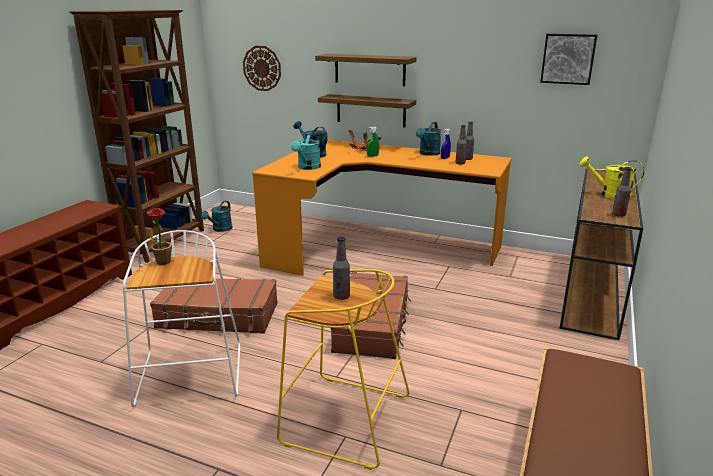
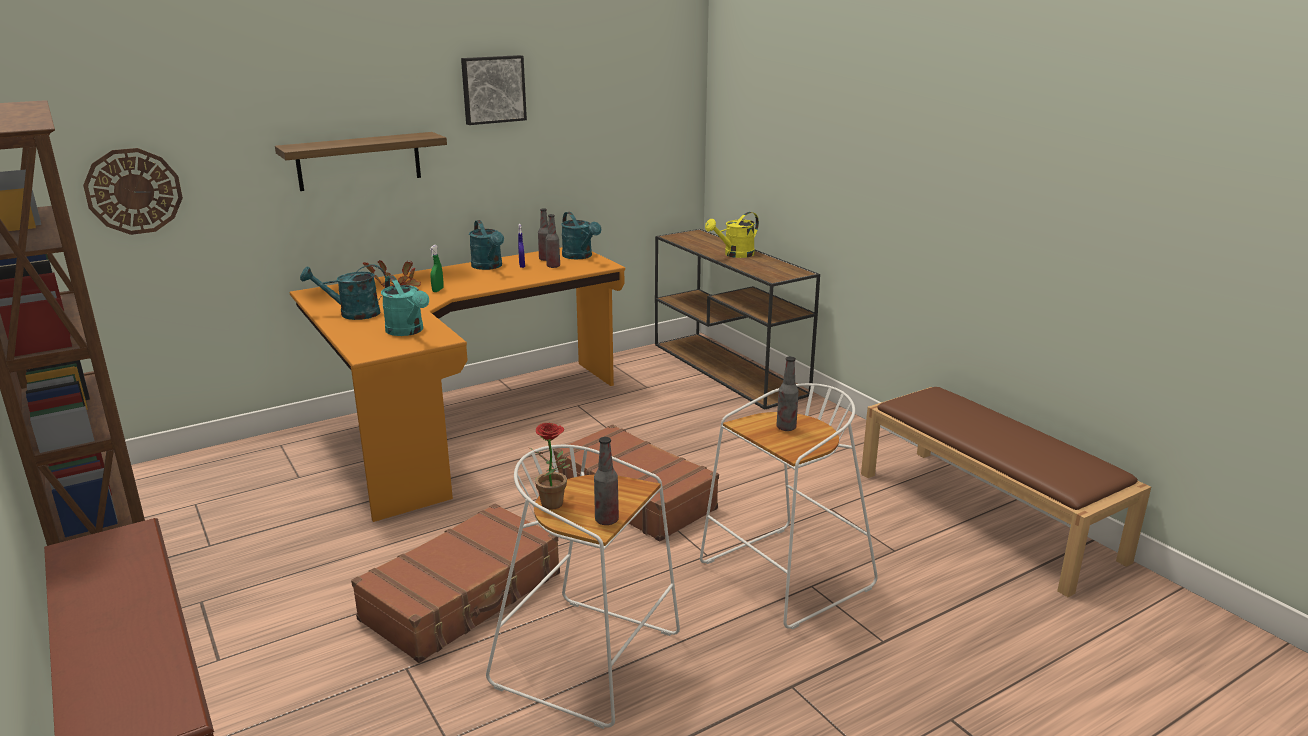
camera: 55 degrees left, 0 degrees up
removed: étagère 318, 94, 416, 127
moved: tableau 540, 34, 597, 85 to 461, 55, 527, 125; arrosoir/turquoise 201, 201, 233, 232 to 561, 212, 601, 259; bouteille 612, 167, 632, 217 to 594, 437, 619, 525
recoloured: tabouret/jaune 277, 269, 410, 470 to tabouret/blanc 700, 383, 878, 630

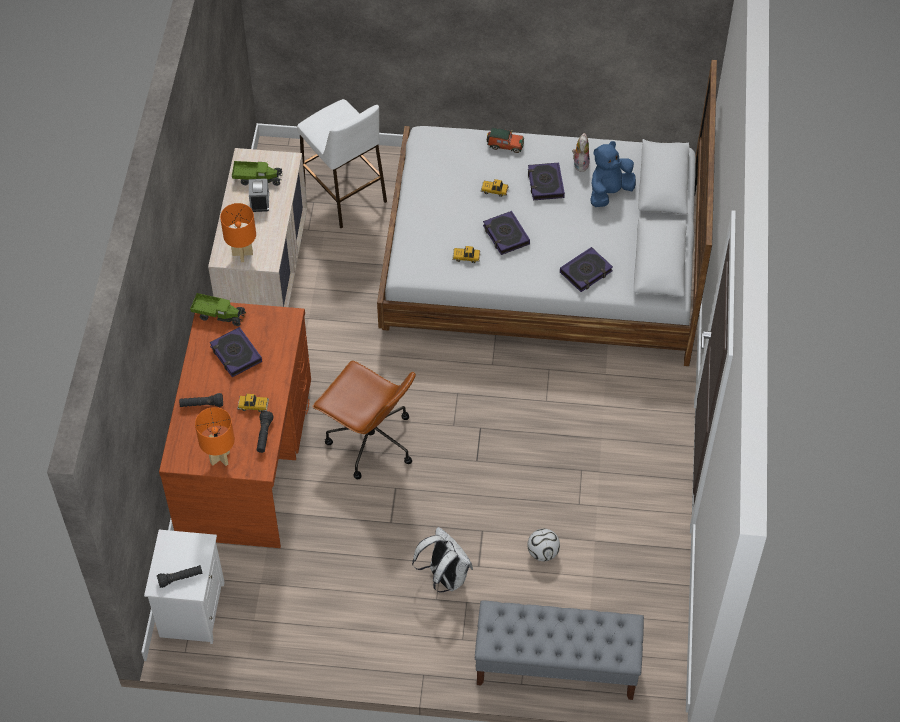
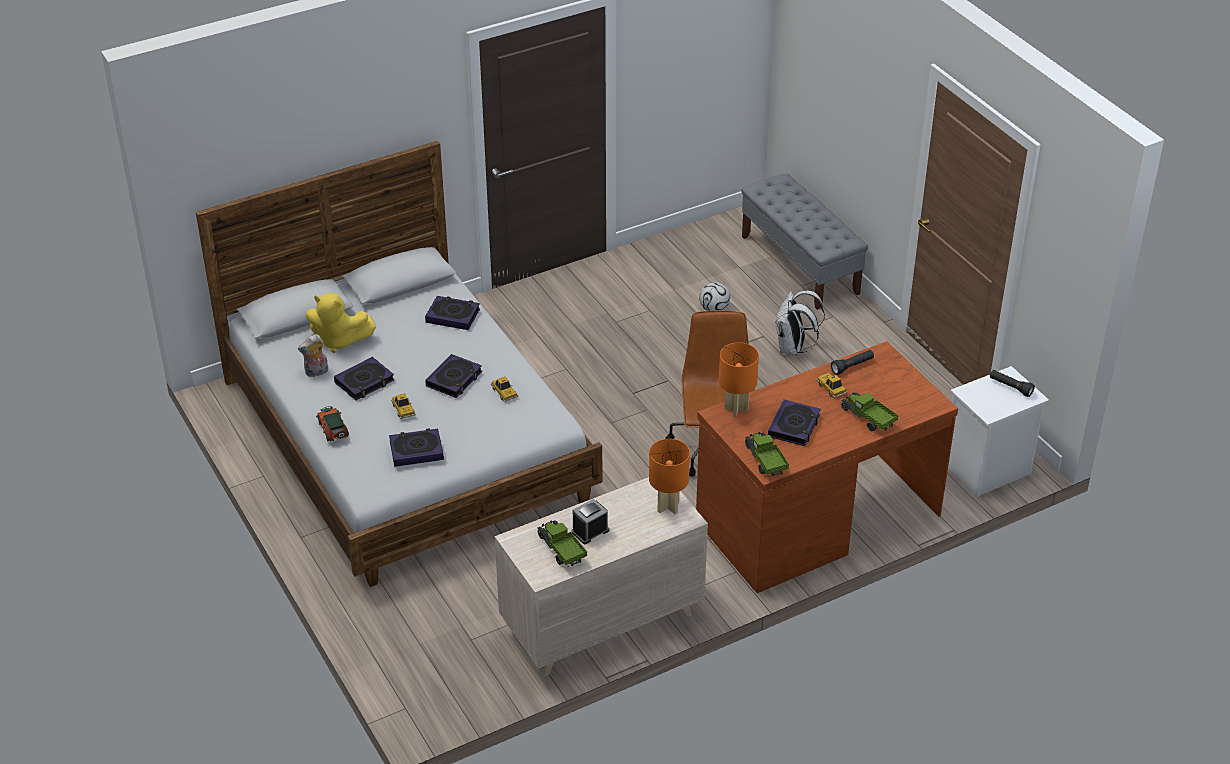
camera: 125 degrees left, 15 degrees down
removed: tabouret/blanc 297, 99, 387, 228
added: livre 389, 428, 444, 467
moved: lampe de table/orange 195, 407, 235, 466 to 719, 342, 759, 417
replaced: lampe de poche/noir 179, 393, 223, 407 to camion jouet 841, 393, 898, 431
recoloured: peluche/bleu 590, 141, 636, 207 to peluche/jaune 306, 293, 376, 353

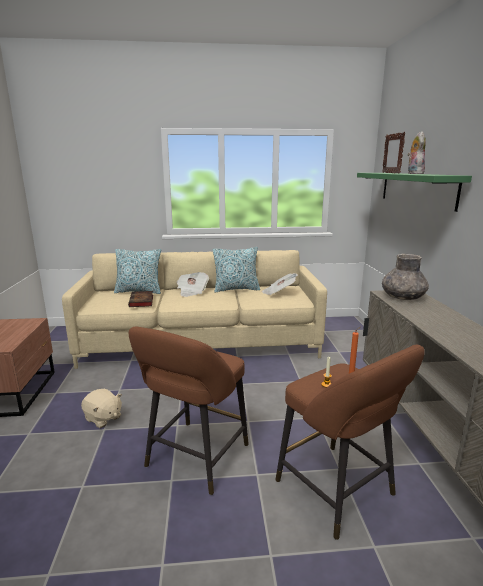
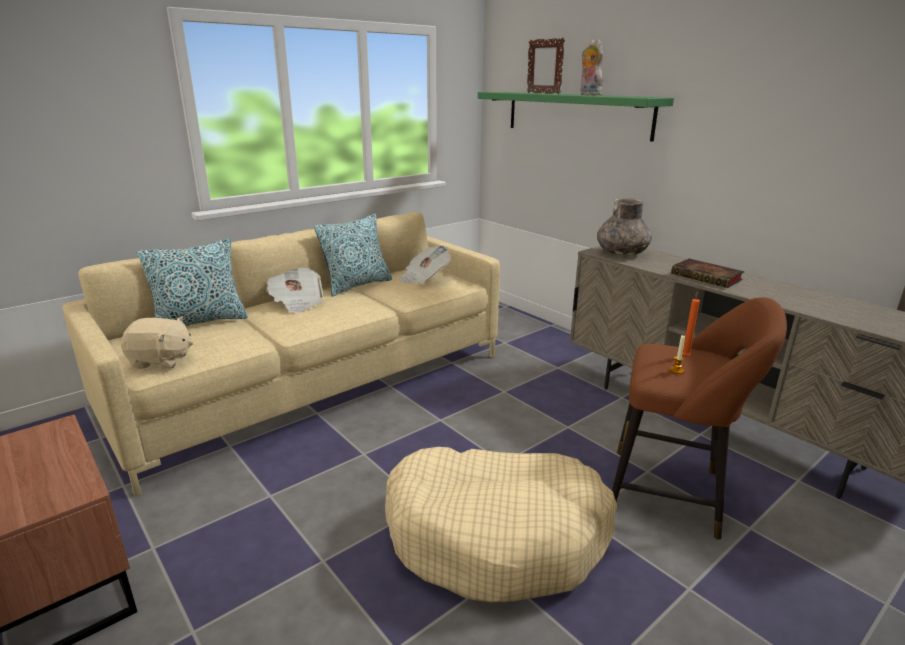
camera: 35 degrees left, 5 degrees up
moved: peluche/beige 81, 389, 122, 428 to 121, 317, 193, 369; livre 128, 291, 153, 307 to 671, 259, 745, 288
replaced: tabouret/marron 129, 327, 249, 495 to panier pour chien/beige 385, 447, 617, 602

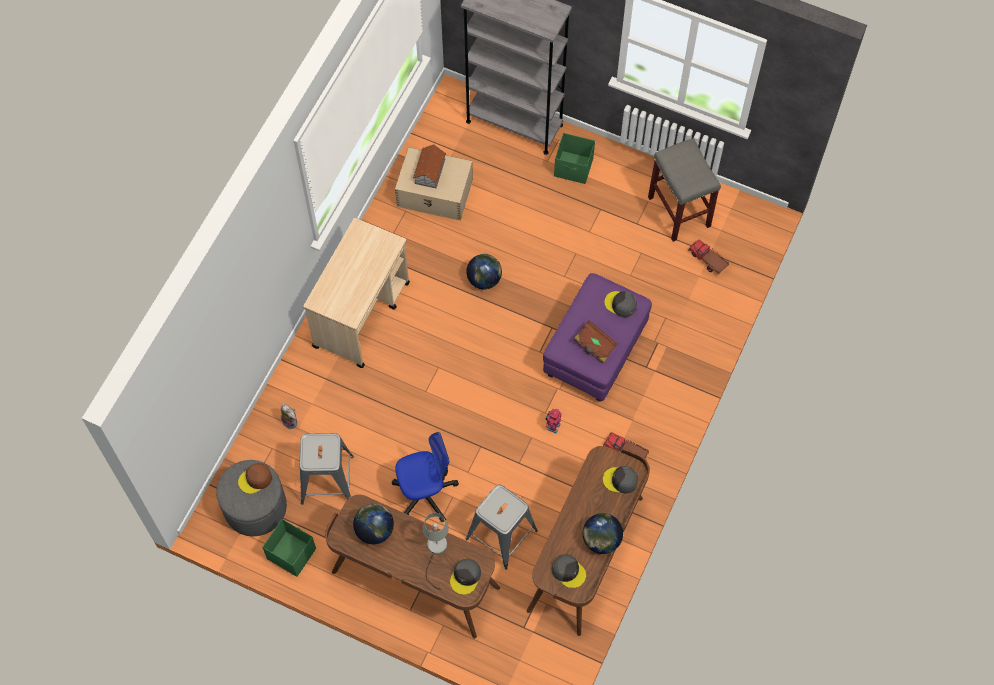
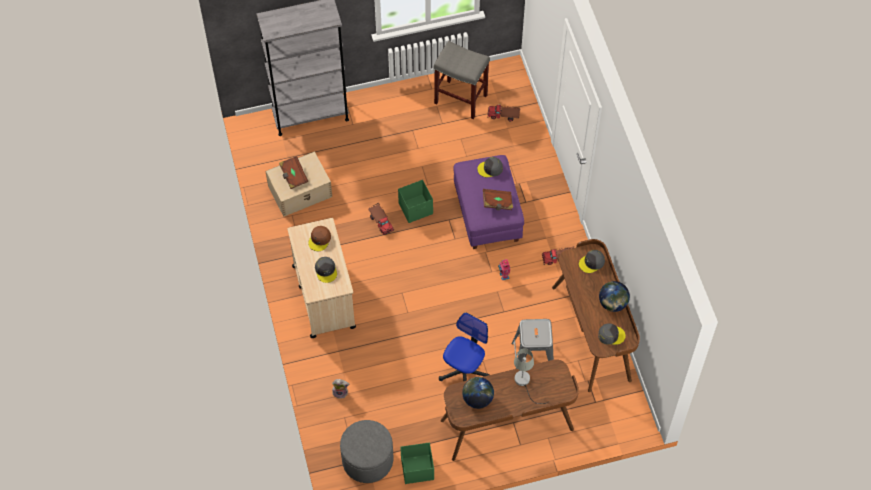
camera: 40 degrees left, 5 degrees down
removed: tabouret/gris 300, 433, 354, 505
moved: casquette/marron 238, 463, 272, 494 to 308, 226, 331, 251; casquette/gris 450, 558, 481, 595 to 315, 257, 337, 283; boîte de rangement/vert 554, 133, 595, 184 to 398, 180, 433, 223
replaced: maison miniature 413, 144, 446, 188 to livre/marron 279, 156, 308, 189; globe 467, 254, 502, 290 to camion jouet 368, 203, 394, 235

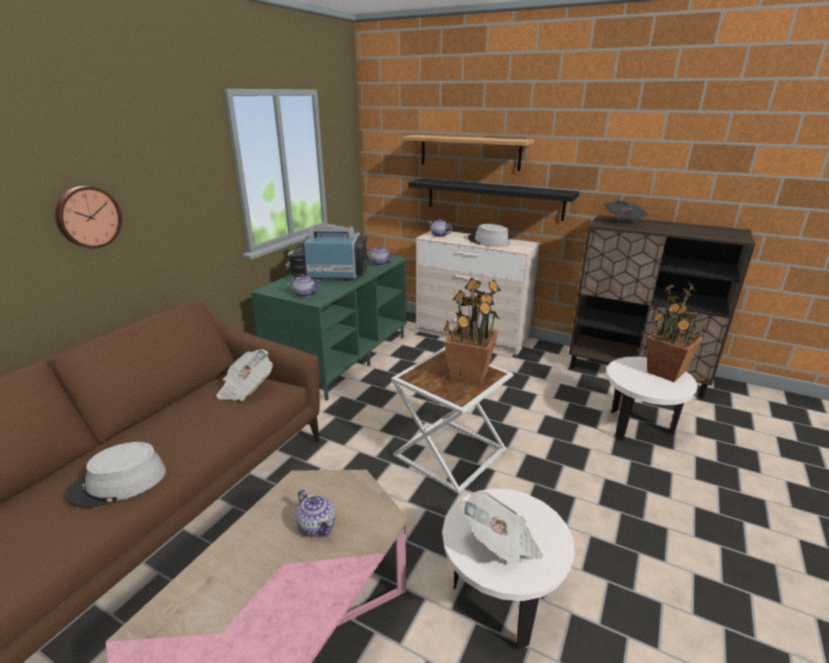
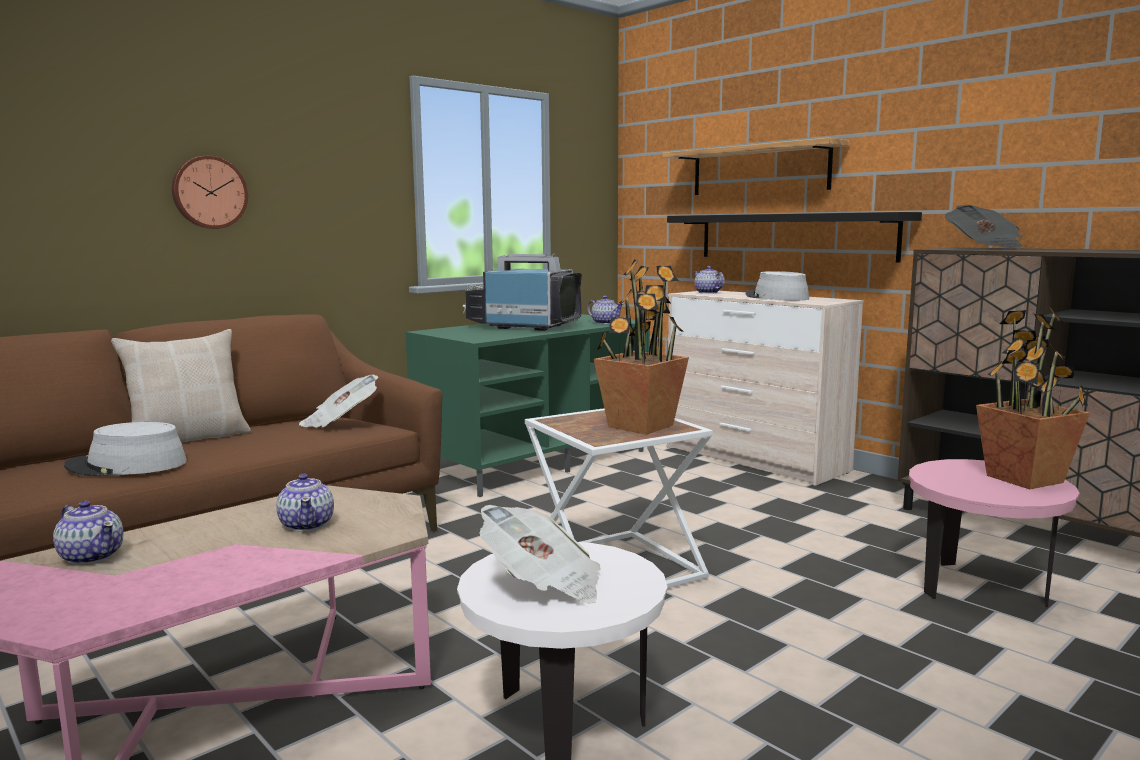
camera: 20 degrees right, 15 degrees down
added: coussin/beige 111, 329, 251, 442
moved: théière 287, 274, 320, 298 to 53, 501, 123, 565
recoloured: table d'appoint/blanc 607, 356, 698, 442 to table d'appoint/rose 909, 459, 1080, 607

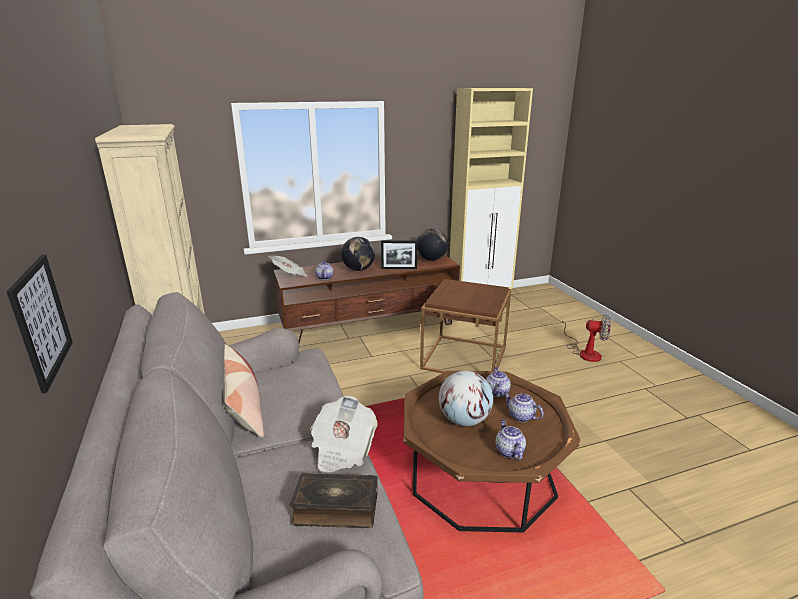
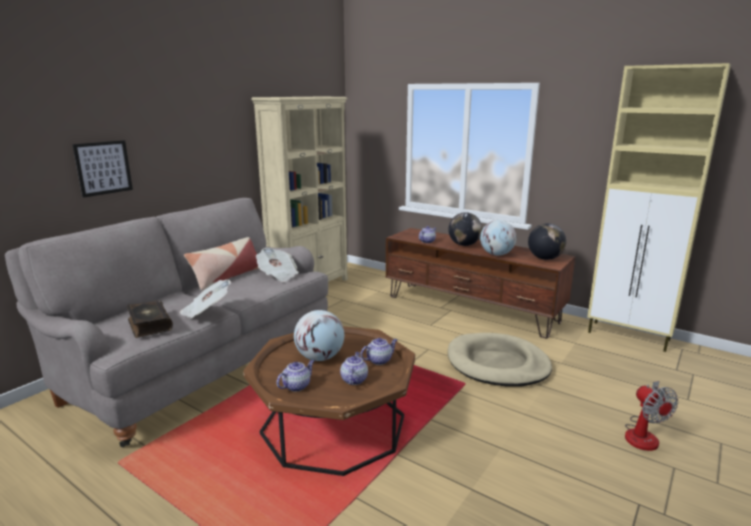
camera: 55 degrees right, 5 degrees down
moved: journal 268, 256, 307, 276 to 256, 248, 299, 282
replaced: table d'appoint/marron 420, 279, 511, 373 to panier pour chien/beige 448, 333, 552, 387; cadre photo 381, 241, 417, 269 to globe 480, 220, 517, 256

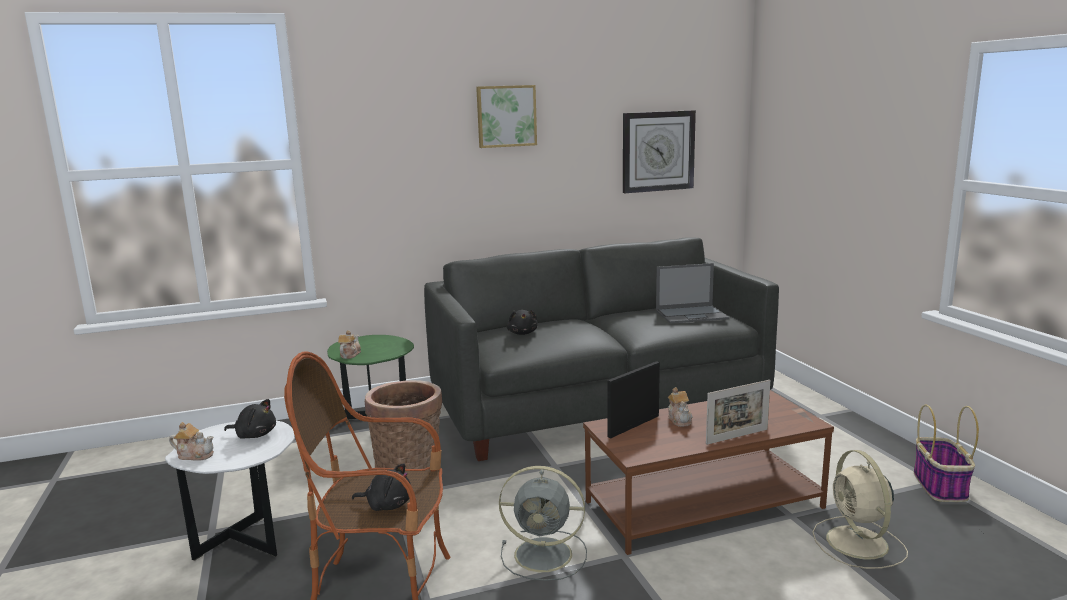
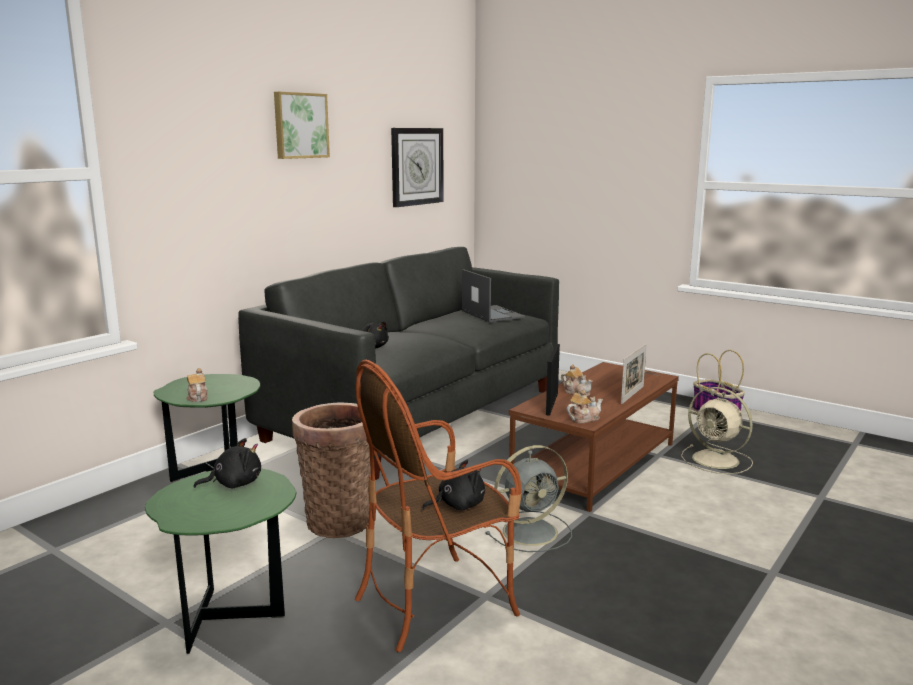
camera: 35 degrees left, 0 degrees up
moved: théière 169, 422, 214, 461 to 566, 390, 603, 423
recoloured: table d'appoint/blanc 165, 421, 295, 561 to table d'appoint/vert 145, 468, 297, 654
turned: ordinateur portable 656, 263, 729, 324 = 462, 269, 525, 322 75 degrees counterclockwise

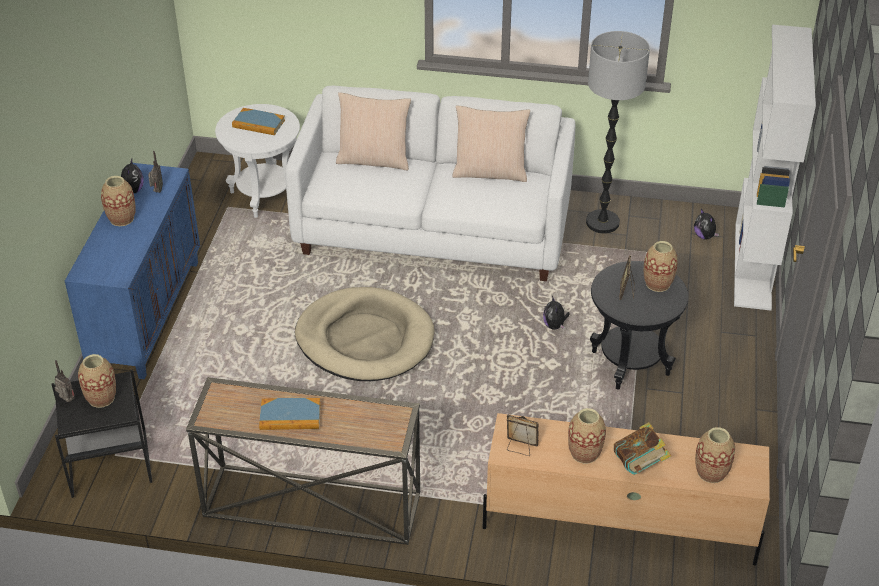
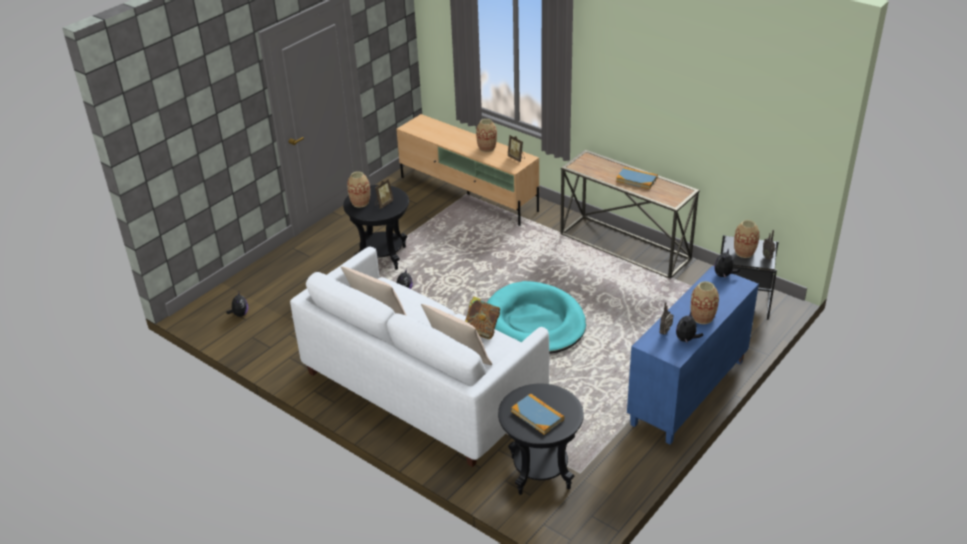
camera: 150 degrees left, 5 degrees down
removed: lampadaire 586, 31, 650, 234; vase 695, 427, 735, 483; bibliothèque/blanc 734, 25, 816, 310
added: peluche 714, 250, 740, 278
moved: livre 614, 422, 671, 475 to 465, 296, 500, 339
recoloured: panier pour chien/beige 295, 287, 434, 381 to panier pour chien/turquoise 487, 281, 586, 354; table d'appoint/blanc 215, 104, 300, 218 to table d'appoint/noir 498, 384, 584, 495

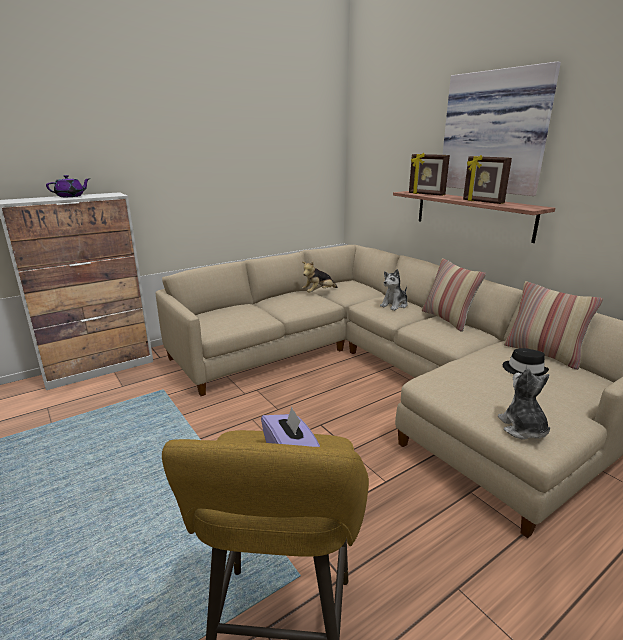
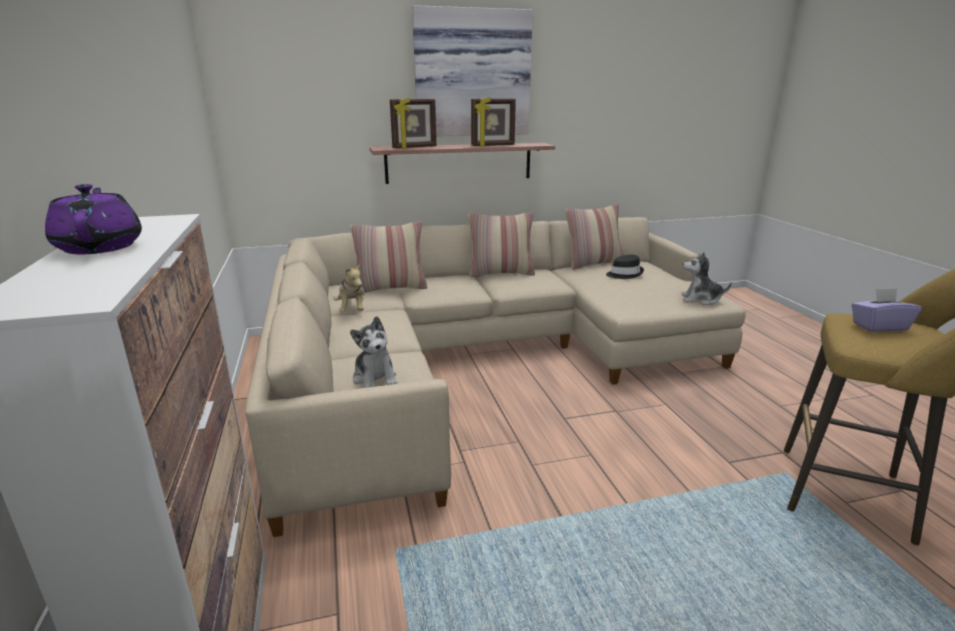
camera: 70 degrees left, 0 degrees up
added: coussin 350, 221, 427, 293
moved: peluche 380, 269, 408, 311 to 350, 316, 398, 388

